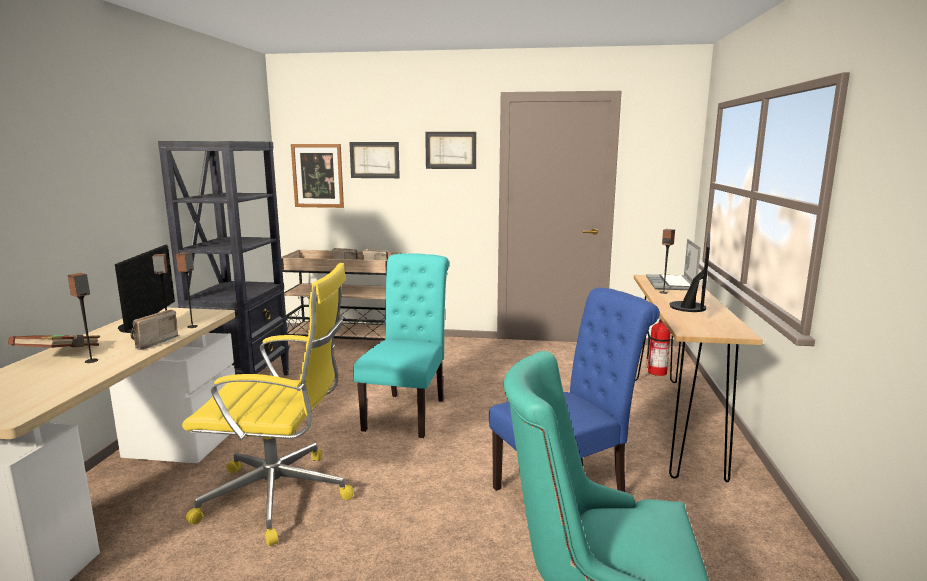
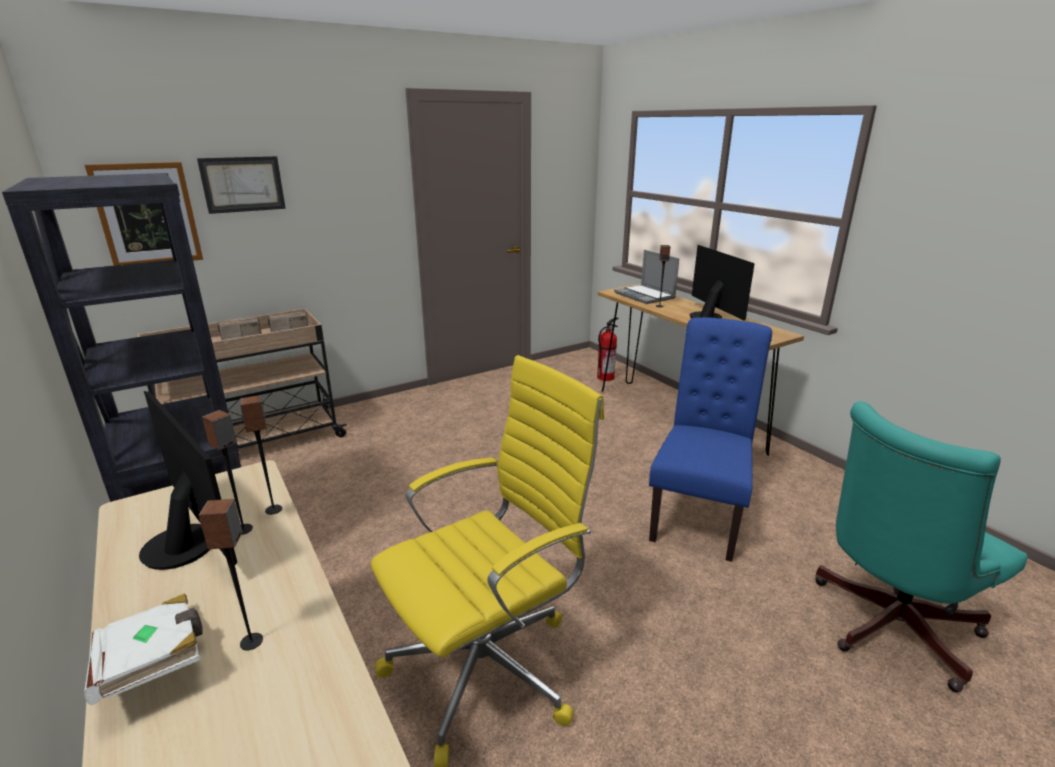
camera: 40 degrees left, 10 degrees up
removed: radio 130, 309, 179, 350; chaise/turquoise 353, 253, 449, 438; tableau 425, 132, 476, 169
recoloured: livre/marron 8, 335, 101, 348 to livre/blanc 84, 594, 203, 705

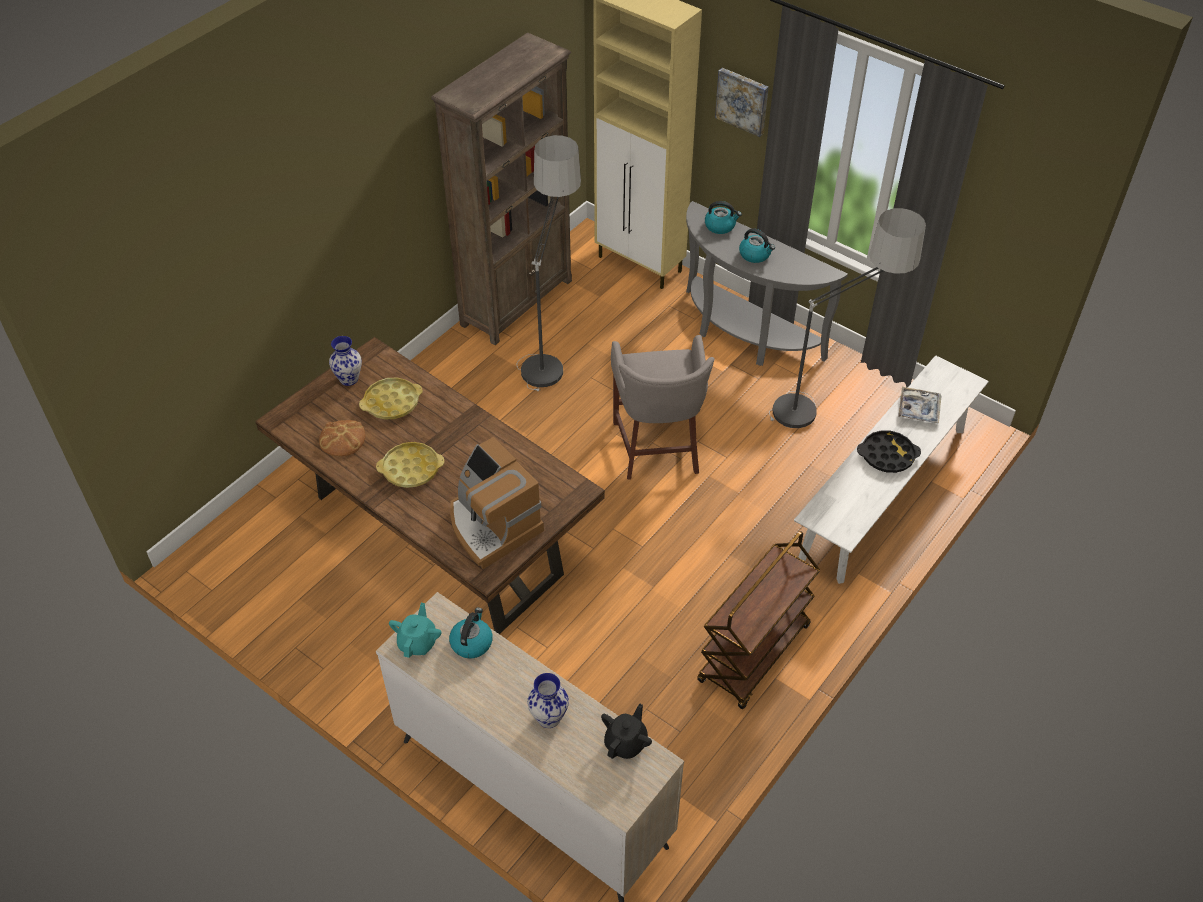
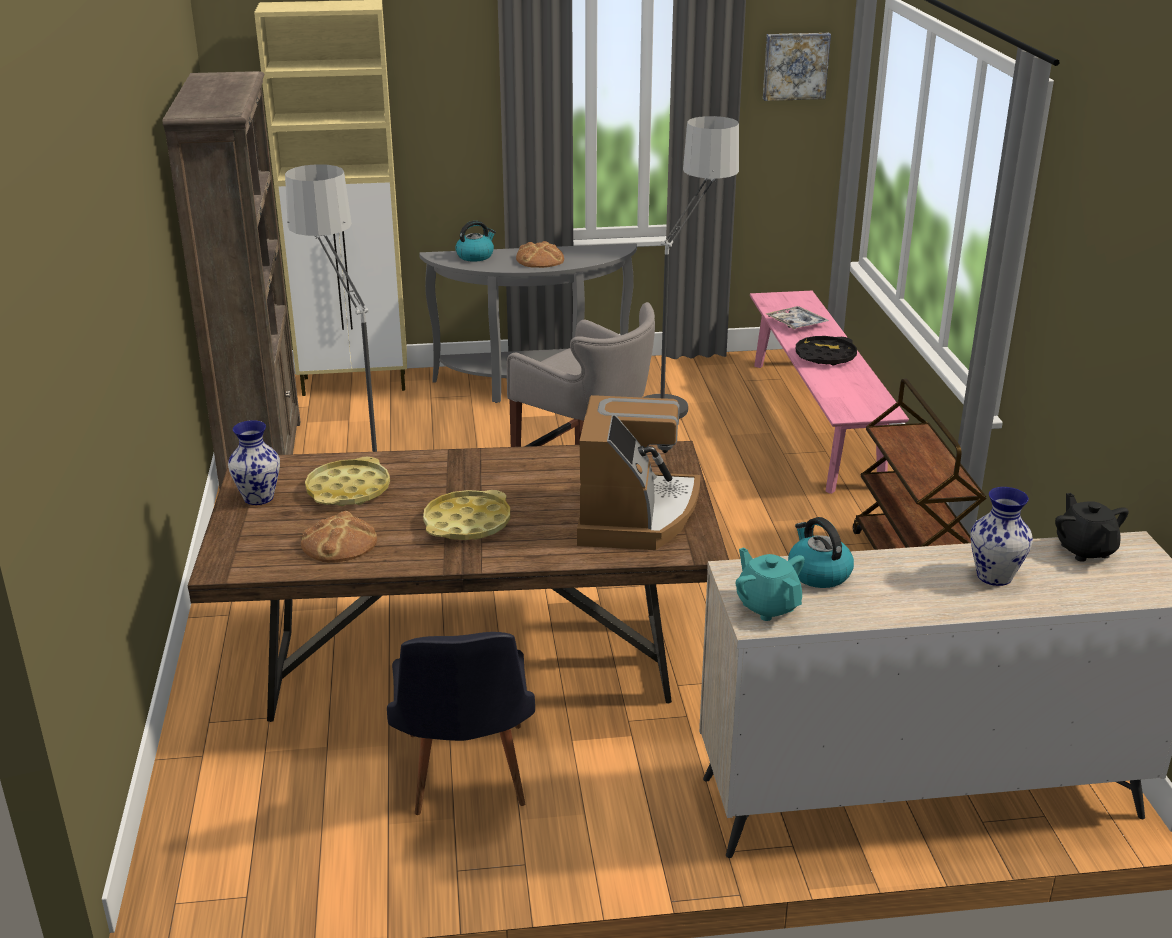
camera: 45 degrees left, 20 degrees down
added: chaise/noir 387, 632, 535, 815
moved: tableau 715, 68, 769, 137 to 763, 33, 831, 101
replaced: bouilloire 739, 229, 775, 263 to pain 516, 241, 564, 268
recoloured: banc/blanc 794, 355, 989, 584 to banc/rose 750, 291, 909, 494
turned: machine à café 450, 437, 544, 569 = 577, 395, 700, 550 90 degrees counterclockwise

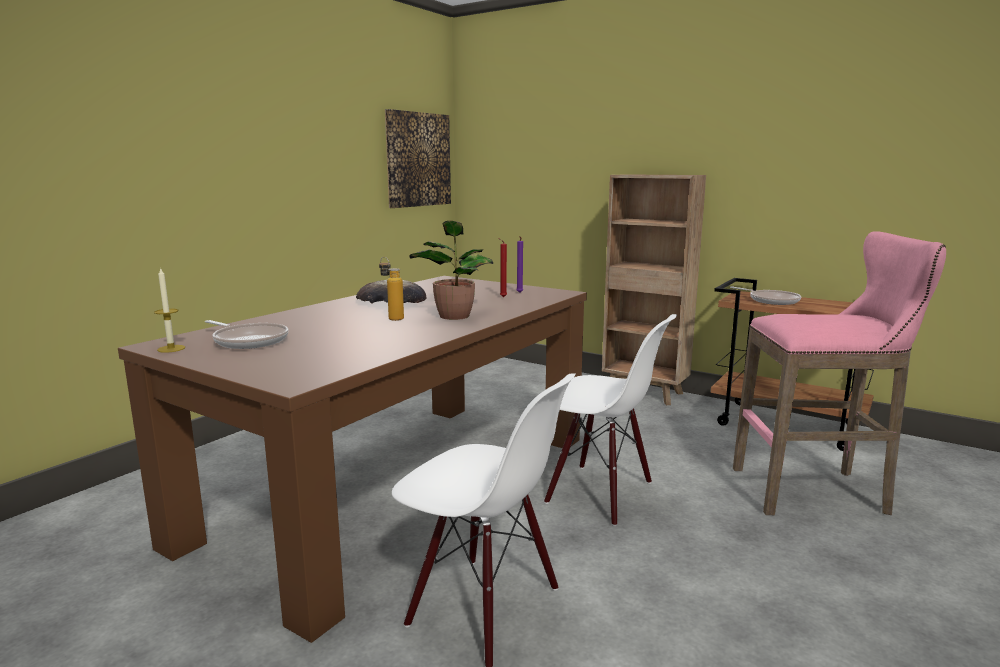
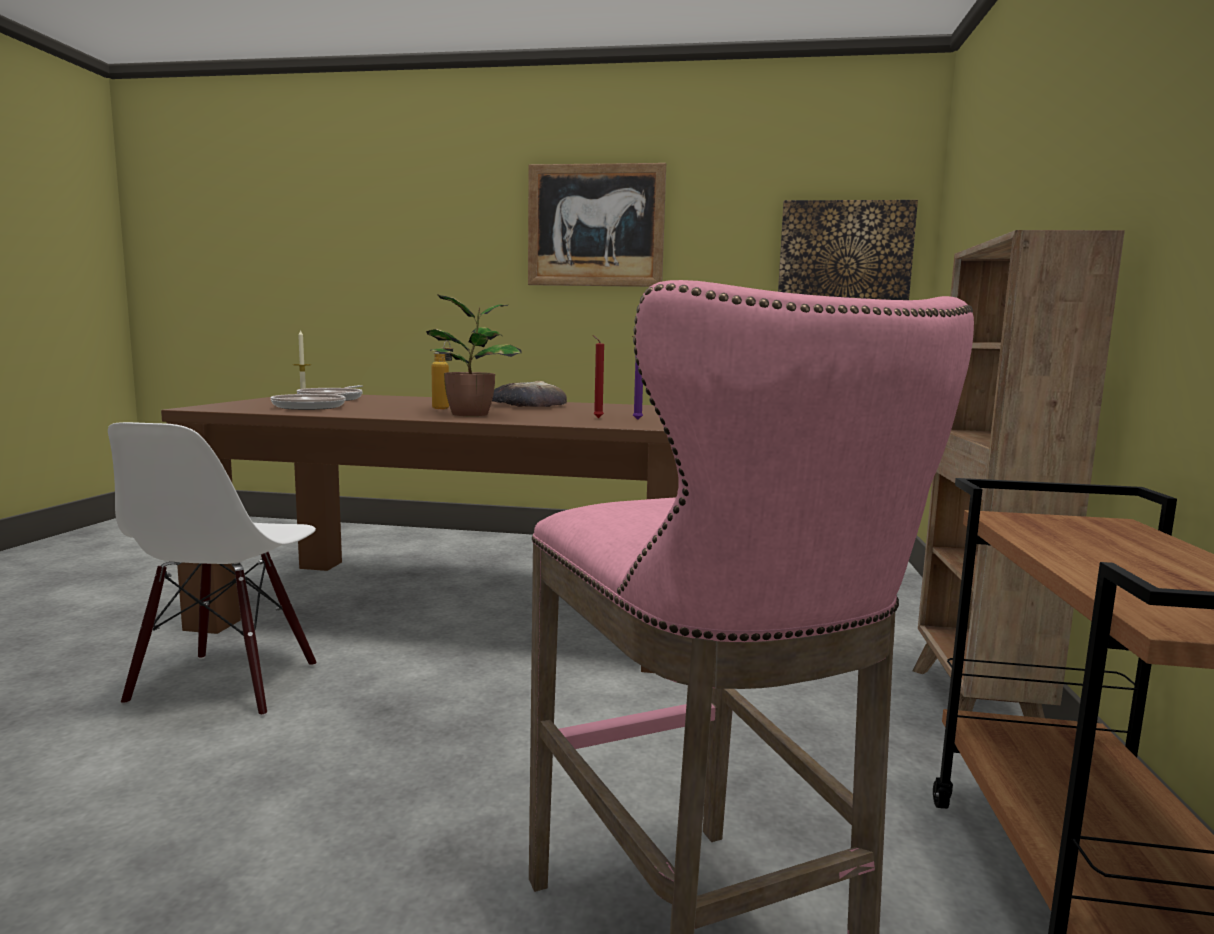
camera: 65 degrees right, 5 degrees down
removed: chaise/blanc 544, 314, 677, 526
added: tableau 528, 163, 666, 287
moved: poêle 730, 287, 801, 305 to 271, 392, 363, 410

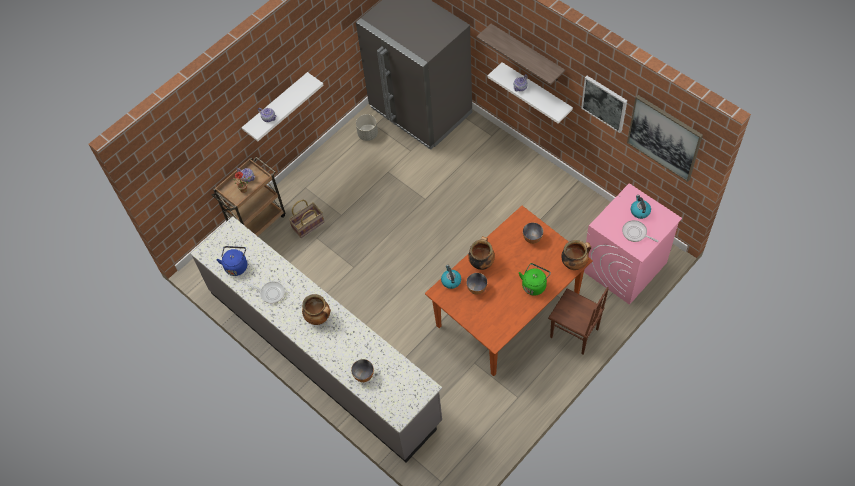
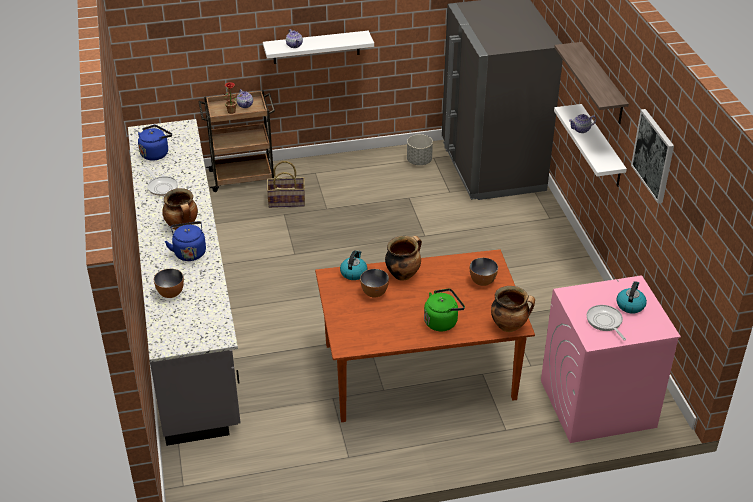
camera: 30 degrees right, 20 degrees down
removed: chaise/marron 548, 287, 609, 354; tableau 627, 95, 703, 182
added: bouilloire/bleu 165, 221, 206, 261

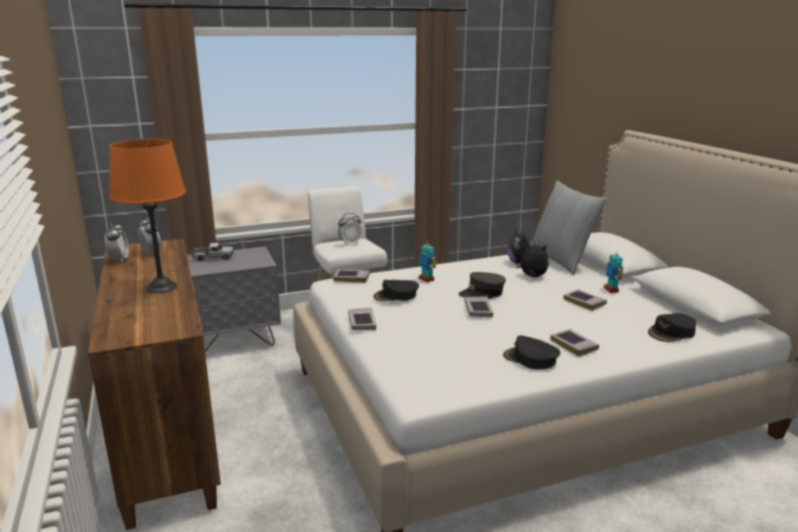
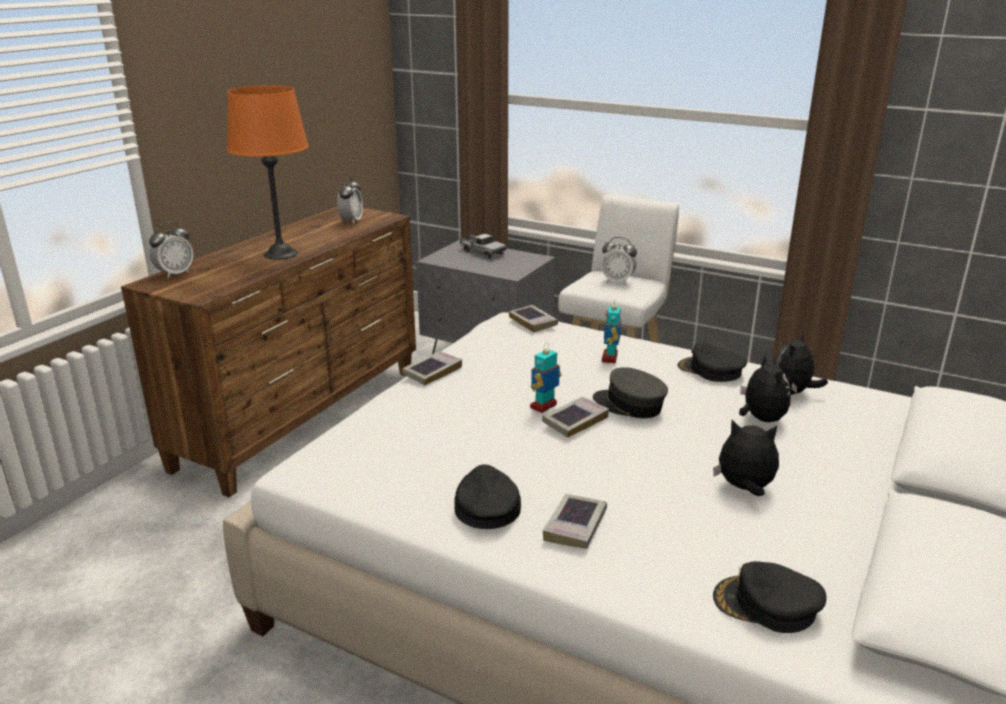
camera: 50 degrees right, 5 degrees up
removed: coussin 530, 181, 607, 275
moved: réveil 105, 221, 128, 263 to 149, 222, 194, 279; robot jouet 604, 253, 623, 293 to 530, 343, 562, 413; casquette/noir 373, 280, 419, 302 to 678, 342, 747, 382
replaced: livre 563, 289, 607, 311 to peluche 713, 420, 779, 496

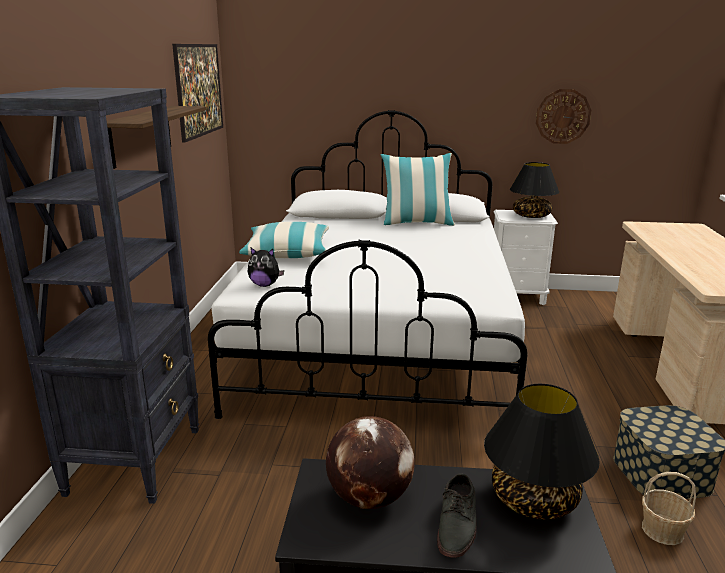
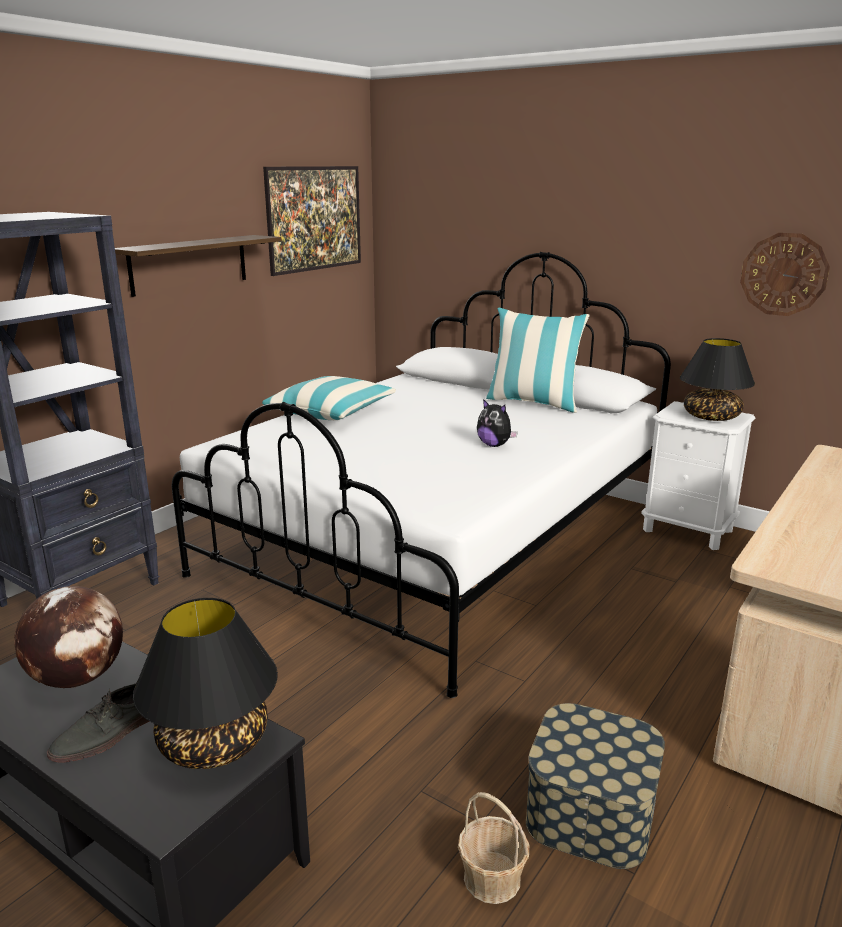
camera: 30 degrees right, 0 degrees up
moved: peluche 248, 247, 284, 287 to 477, 399, 518, 447

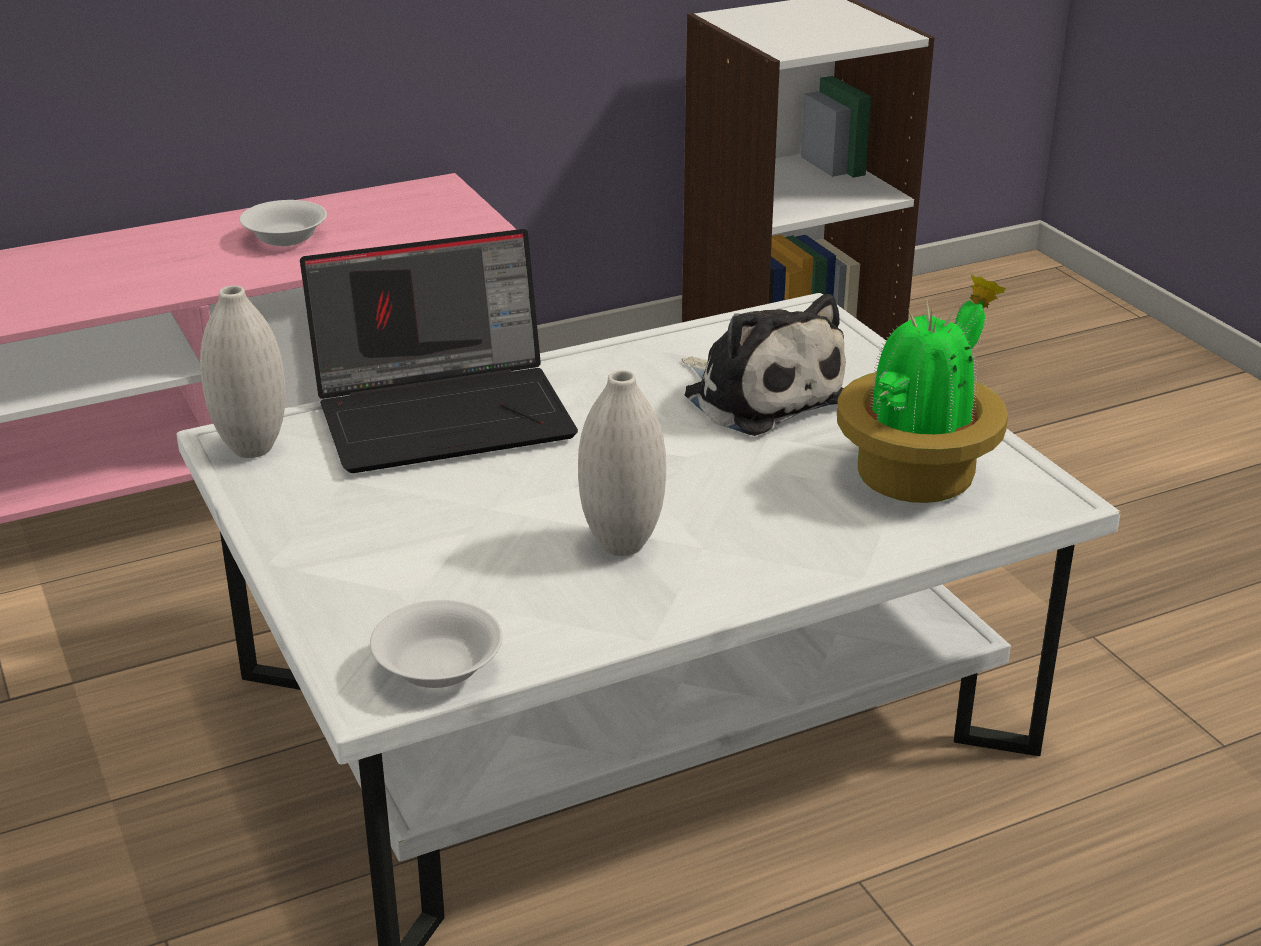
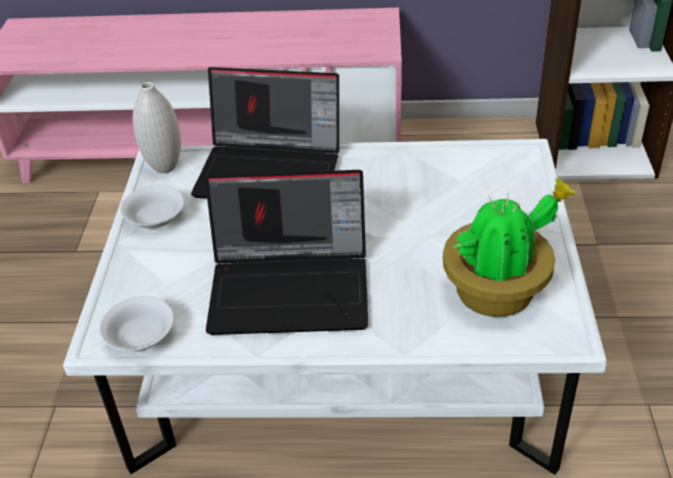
camera: 30 degrees right, 10 degrees up
removed: peluche 682, 294, 846, 436
moved: bol/blanc 239, 200, 327, 246 to 120, 185, 184, 229
replaced: vase/blanc 578, 370, 666, 556 to ordinateur portable 205, 170, 368, 335

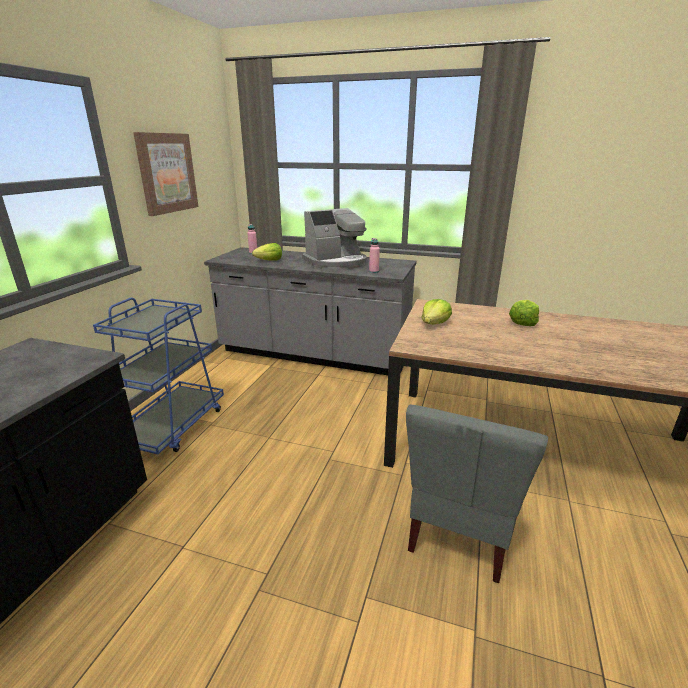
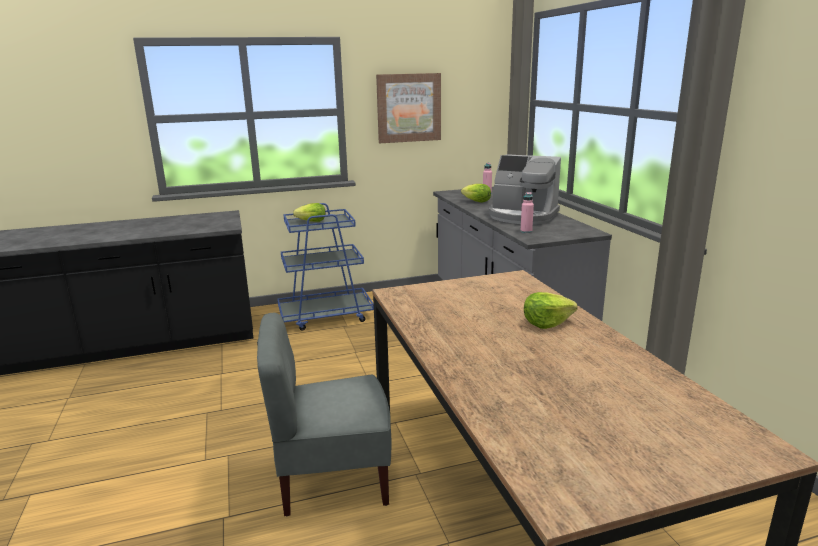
camera: 55 degrees right, 5 degrees down
moved: laitue 422, 299, 452, 324 to 293, 203, 326, 222

